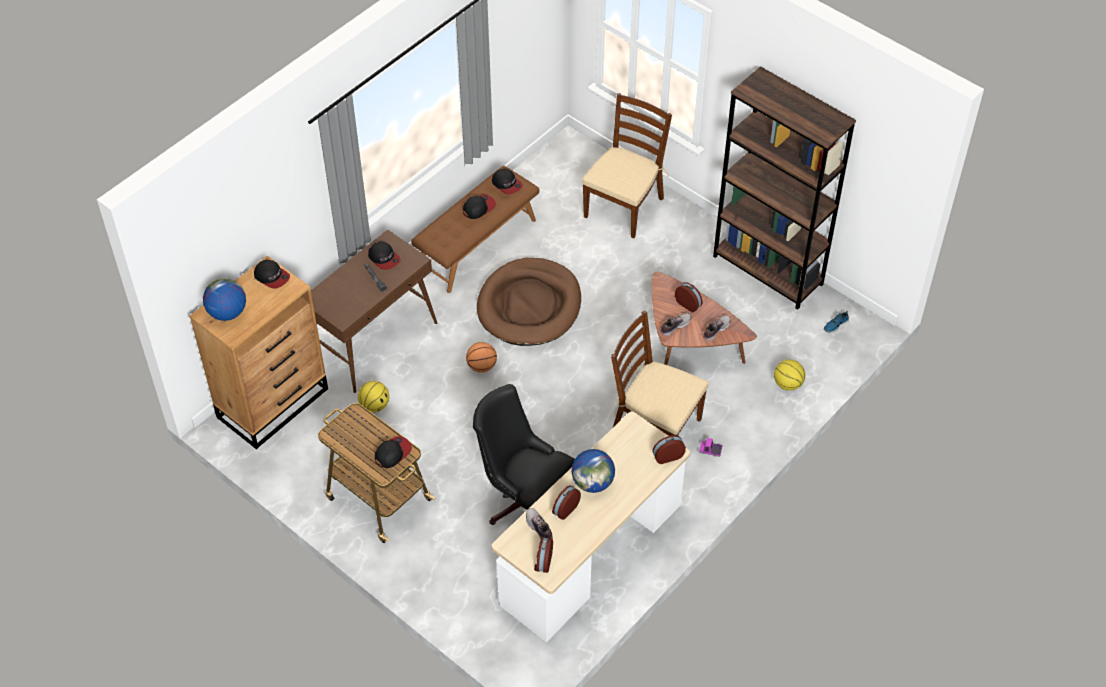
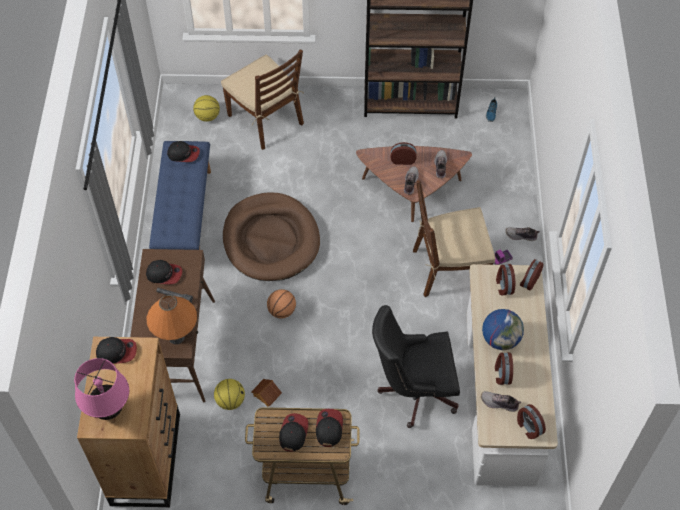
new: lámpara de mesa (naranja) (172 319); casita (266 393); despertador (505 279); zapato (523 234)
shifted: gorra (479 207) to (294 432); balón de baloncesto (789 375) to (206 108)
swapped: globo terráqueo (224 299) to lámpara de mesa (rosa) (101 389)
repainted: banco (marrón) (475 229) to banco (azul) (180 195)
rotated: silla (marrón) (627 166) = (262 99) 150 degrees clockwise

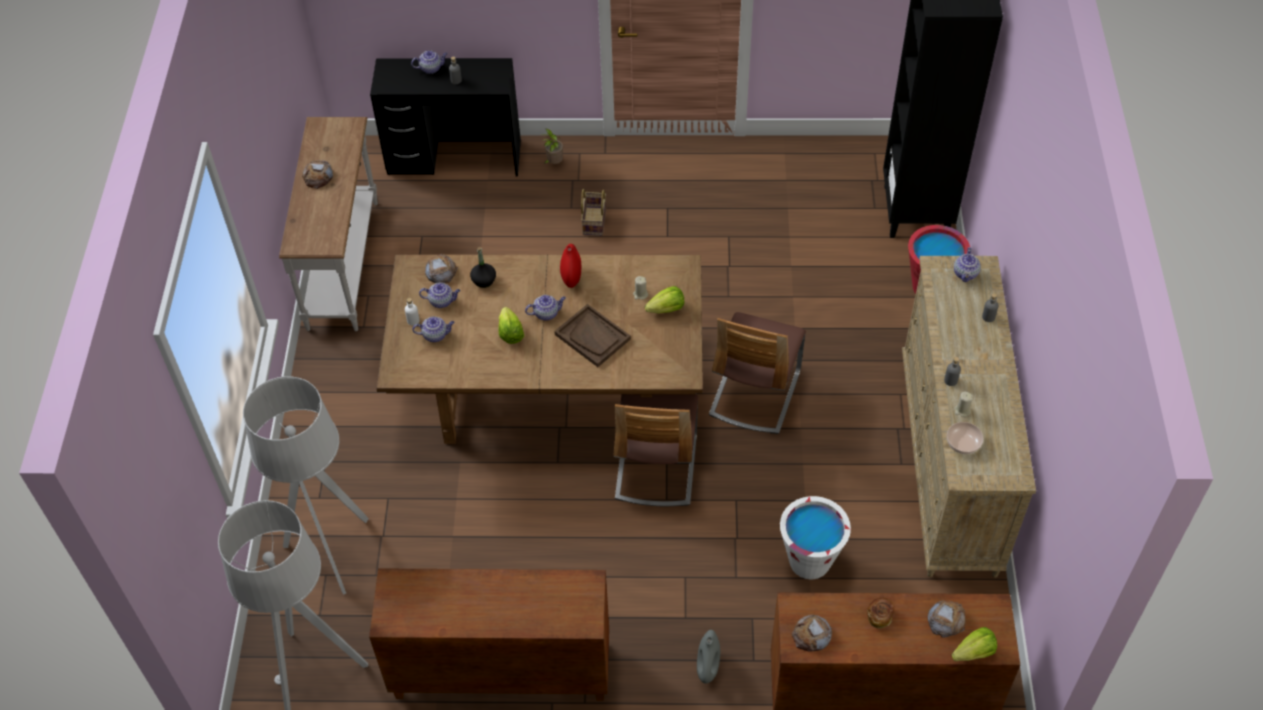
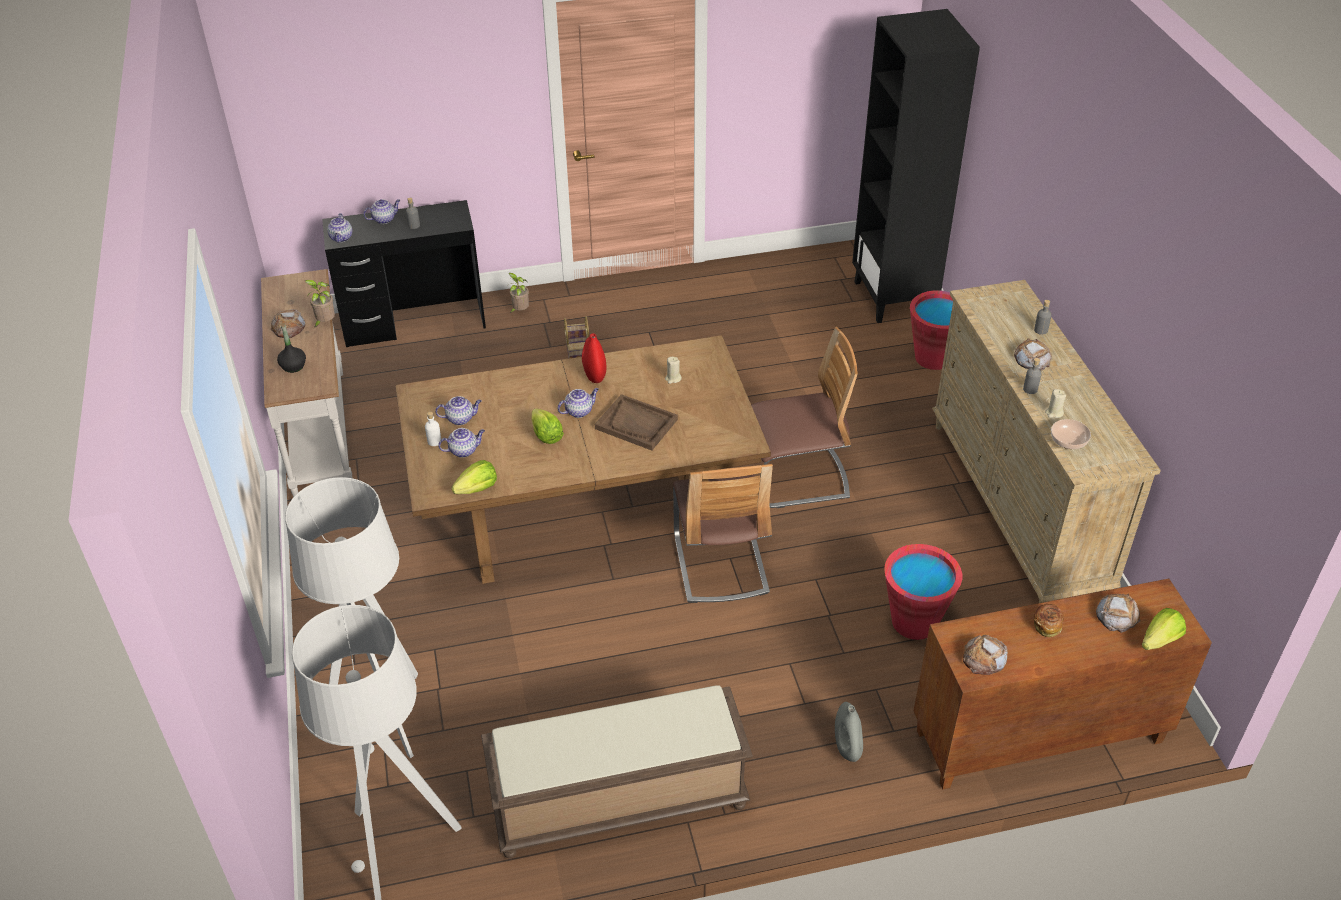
new: planta en maceta (320 304)
shifted: pan (441 268) to (1033 354); botella (negro) (483 267) to (291 348); lechuga (664 299) to (474 477); tetera (967 264) to (339 228)
swapped: armario (marrón) (489 634) to banco (marrón) (617 771)
repainted: cubo (blanco) (815 537) to cubo (rojo) (923 592)
rotated: silla (757 373) = (804 417) 105 degrees counterclockwise

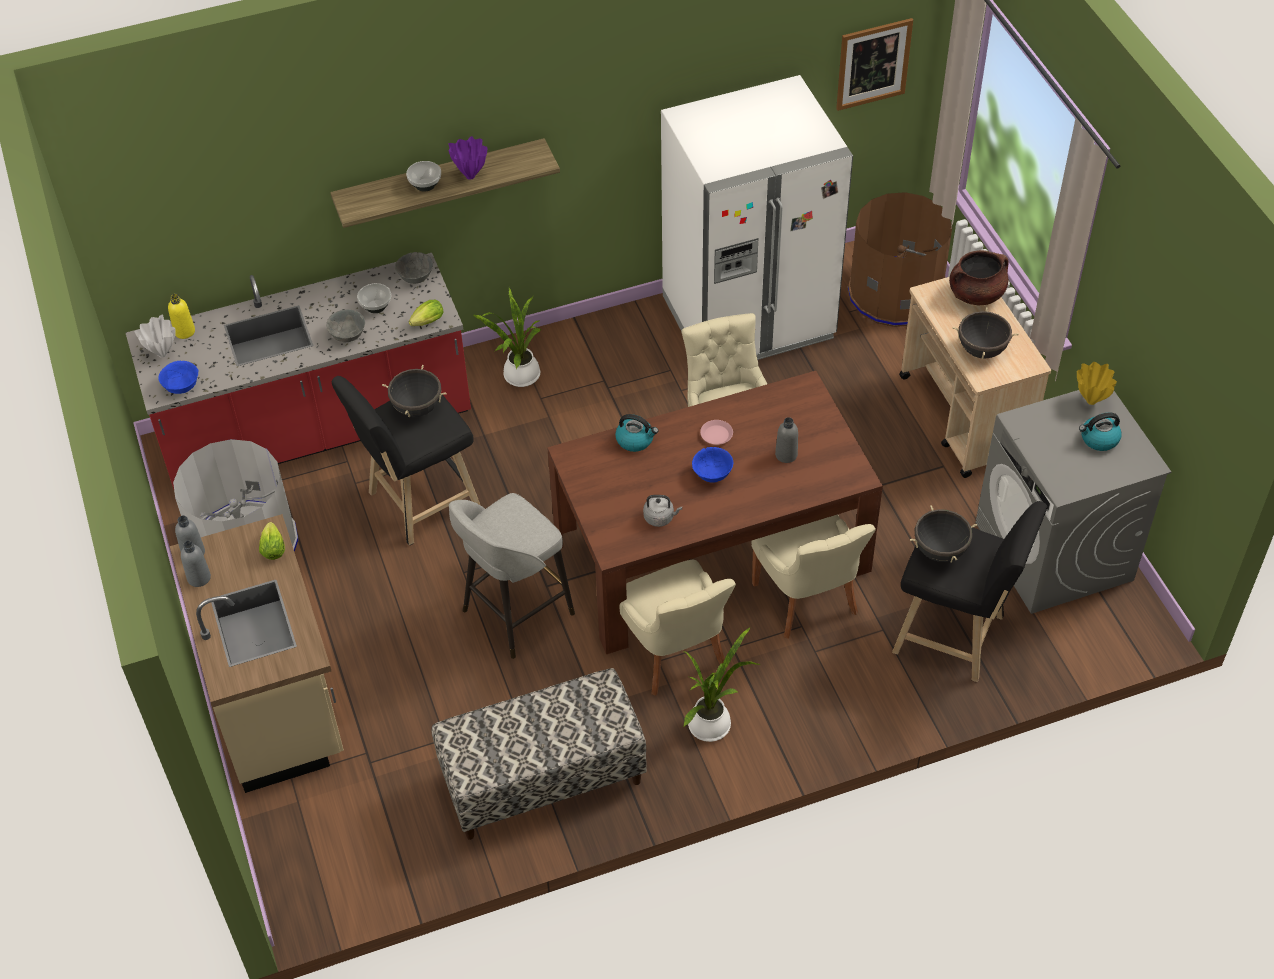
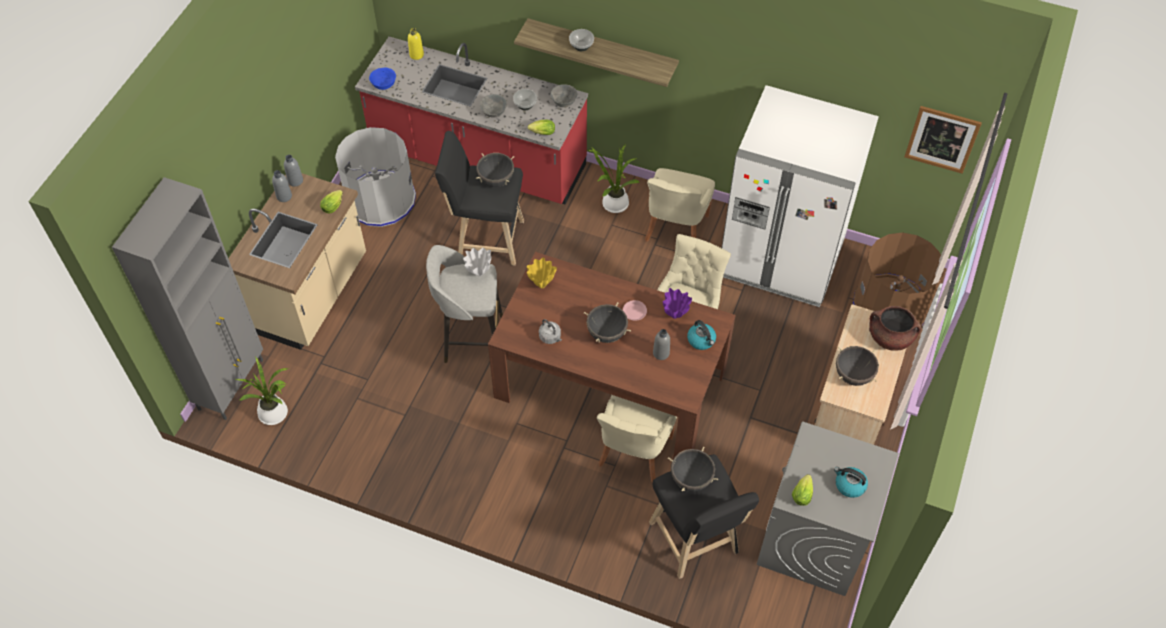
gone: banco (539 754)
new: armario (gris) (187 298); lechuga (802 490)
shifted: florero (blanco) (155 336) to (477 262); florero (morado) (467 158) to (677 303); hervidor (636 433) to (701 335); silla (beis) (677 628) to (680 205); planta en maceta (722 685) to (262 390); florero (amarillo) (1097 383) to (542 272)
swapped: cuenco (azul) (712 465) to olla (negro) (607 322)

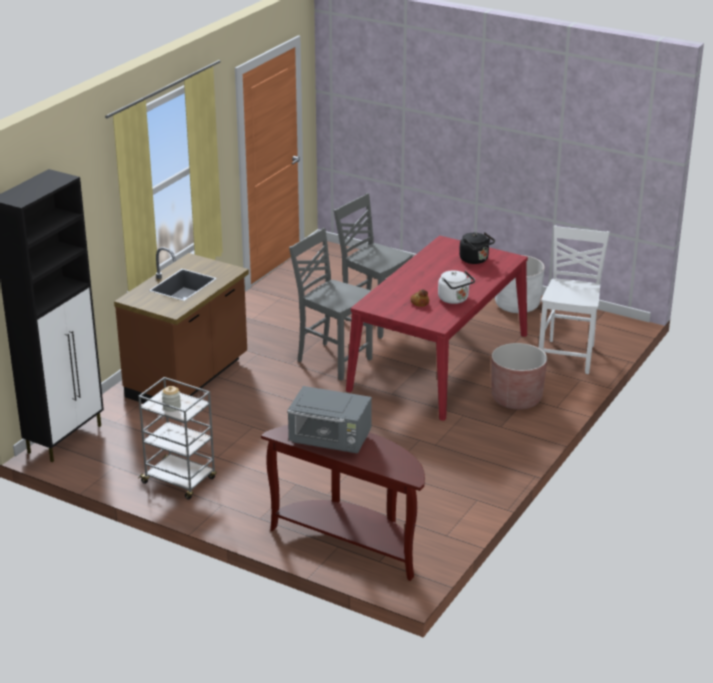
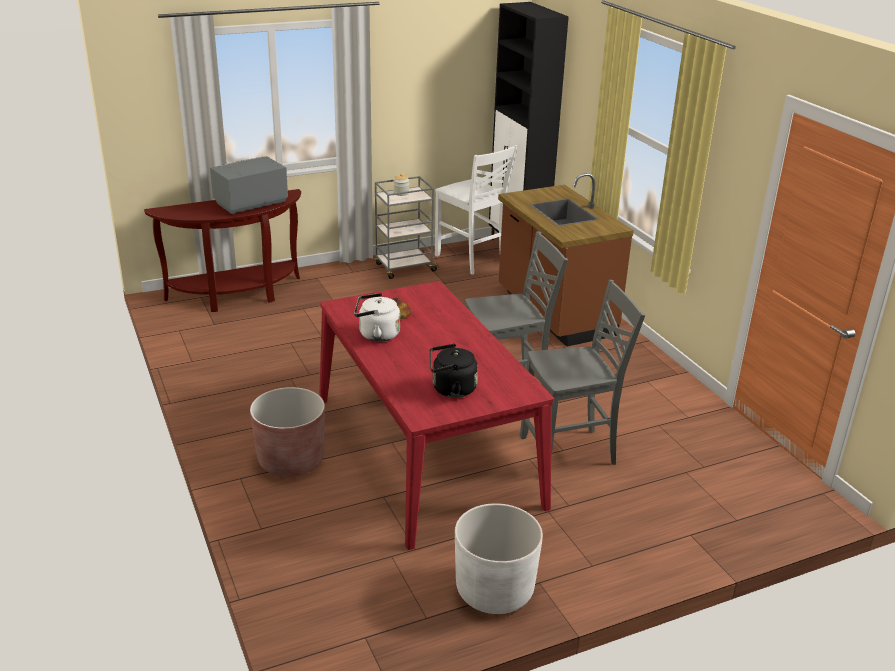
shifted: silla (blanco) (574 299) to (476 210)

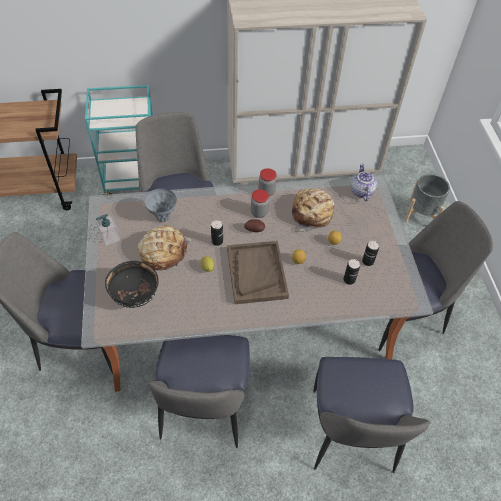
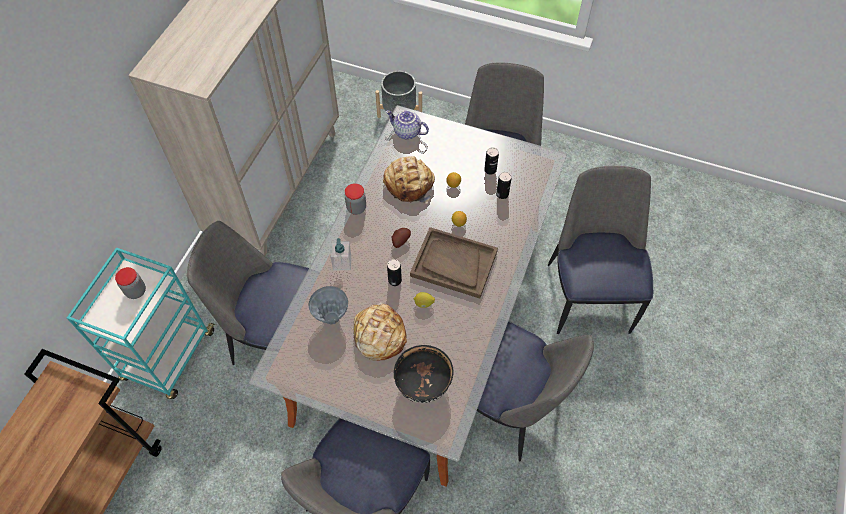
shifted: dispensador de jabón (108 230) to (340 254); tarro (260 203) to (130 283)
rotated: silla (372 415) = (600 250) 120 degrees counterclockwise

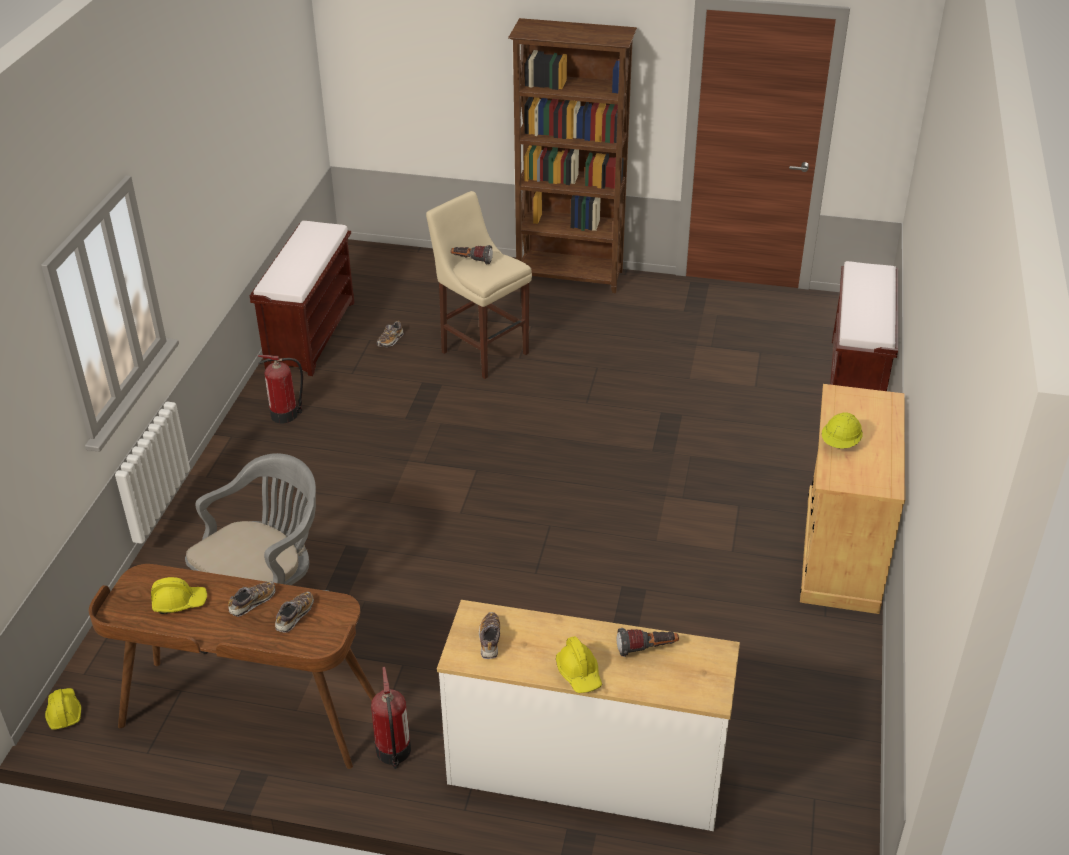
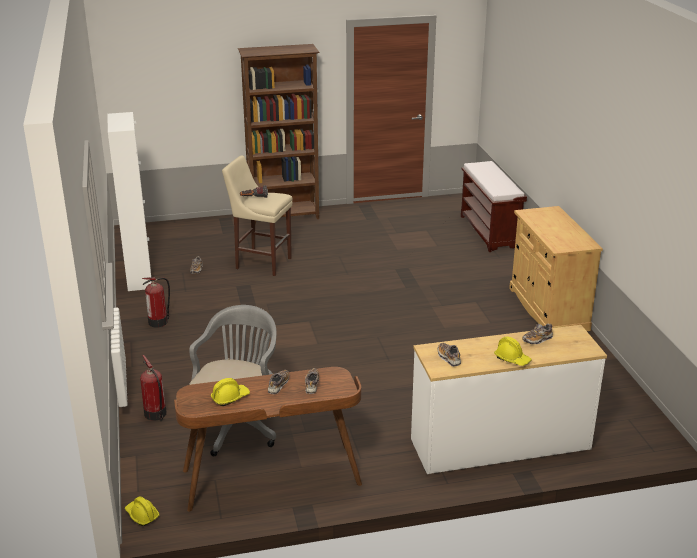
gone: casco (amarillo) (842 430)
shifted: extintor (391 718) to (153 388)
swapped: banco (marrón) (302 298) to armario (blanco) (129 201); linterna (648 642) to zapato (537 333)

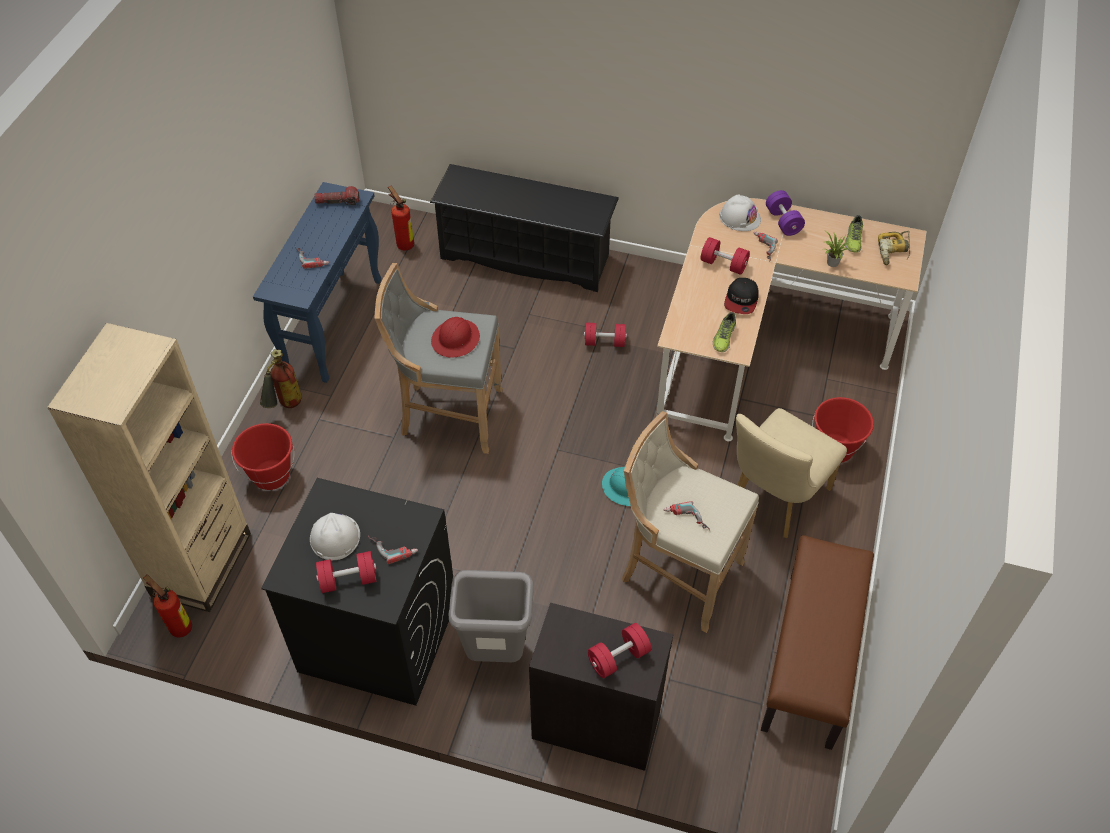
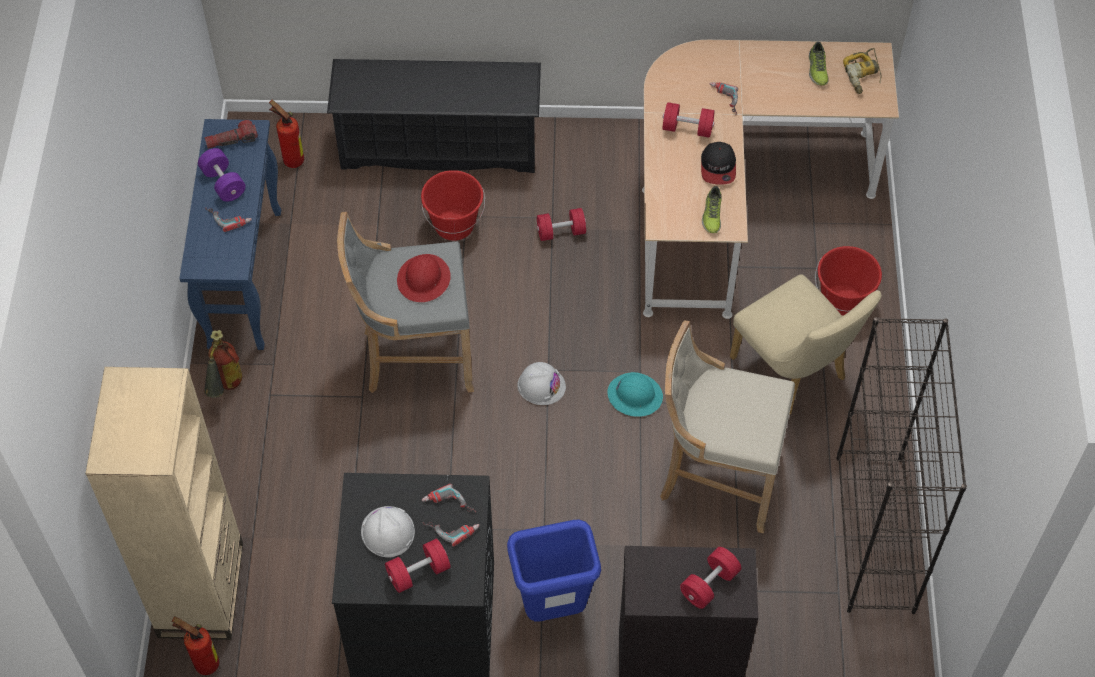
gone: planta en maceta (838 249)
shifted: cubo (rojo) (262 456) to (453 205); taladro (687 516) to (449 498); casco (blanco) (740 212) to (541 383); mancuerna (morado) (785 213) to (221 175)
swapped: banco (marrón) (817 642) to estantería (negro) (901 465)
repainted: papelera (gris) (491 616) to papelera (azul) (554 570)
rotated: silla (beis) (791 473) = (806 344) 60 degrees counterclockwise

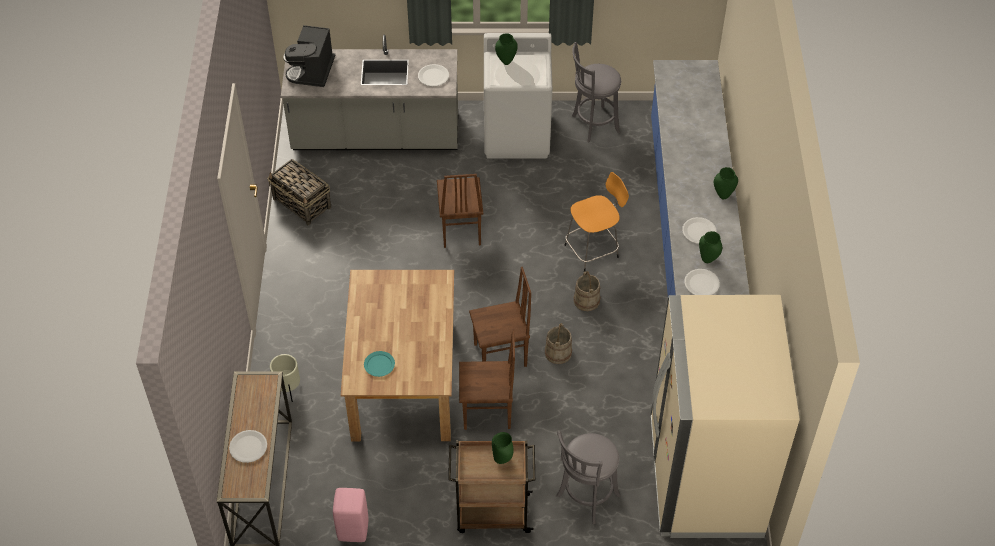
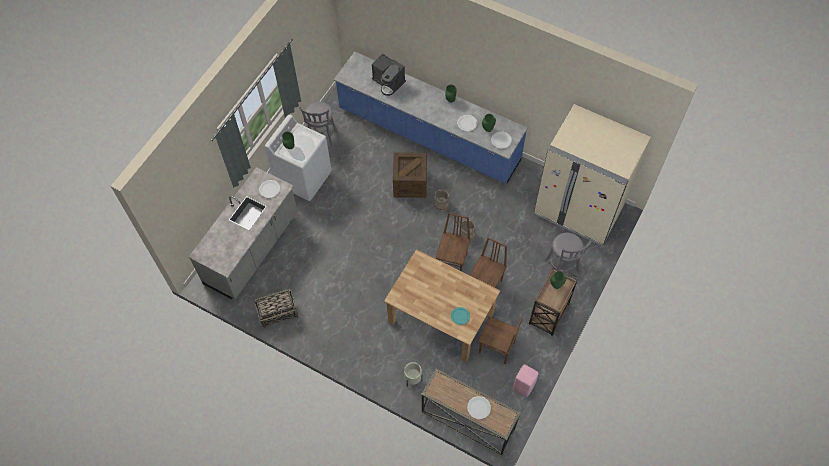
shifted: cafetera (309 56) to (389 75); silla (marrón) (460 211) to (500 340)
swapped: taburete (naranja) (597 221) to caja de embalaje (410 175)

